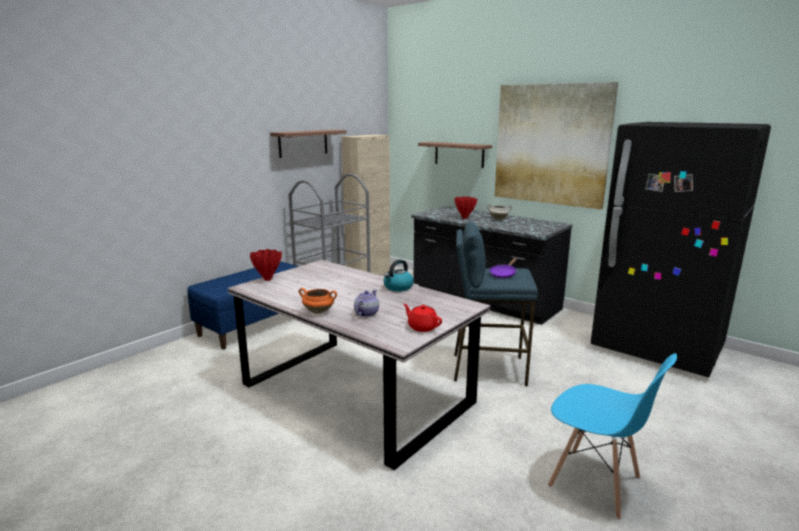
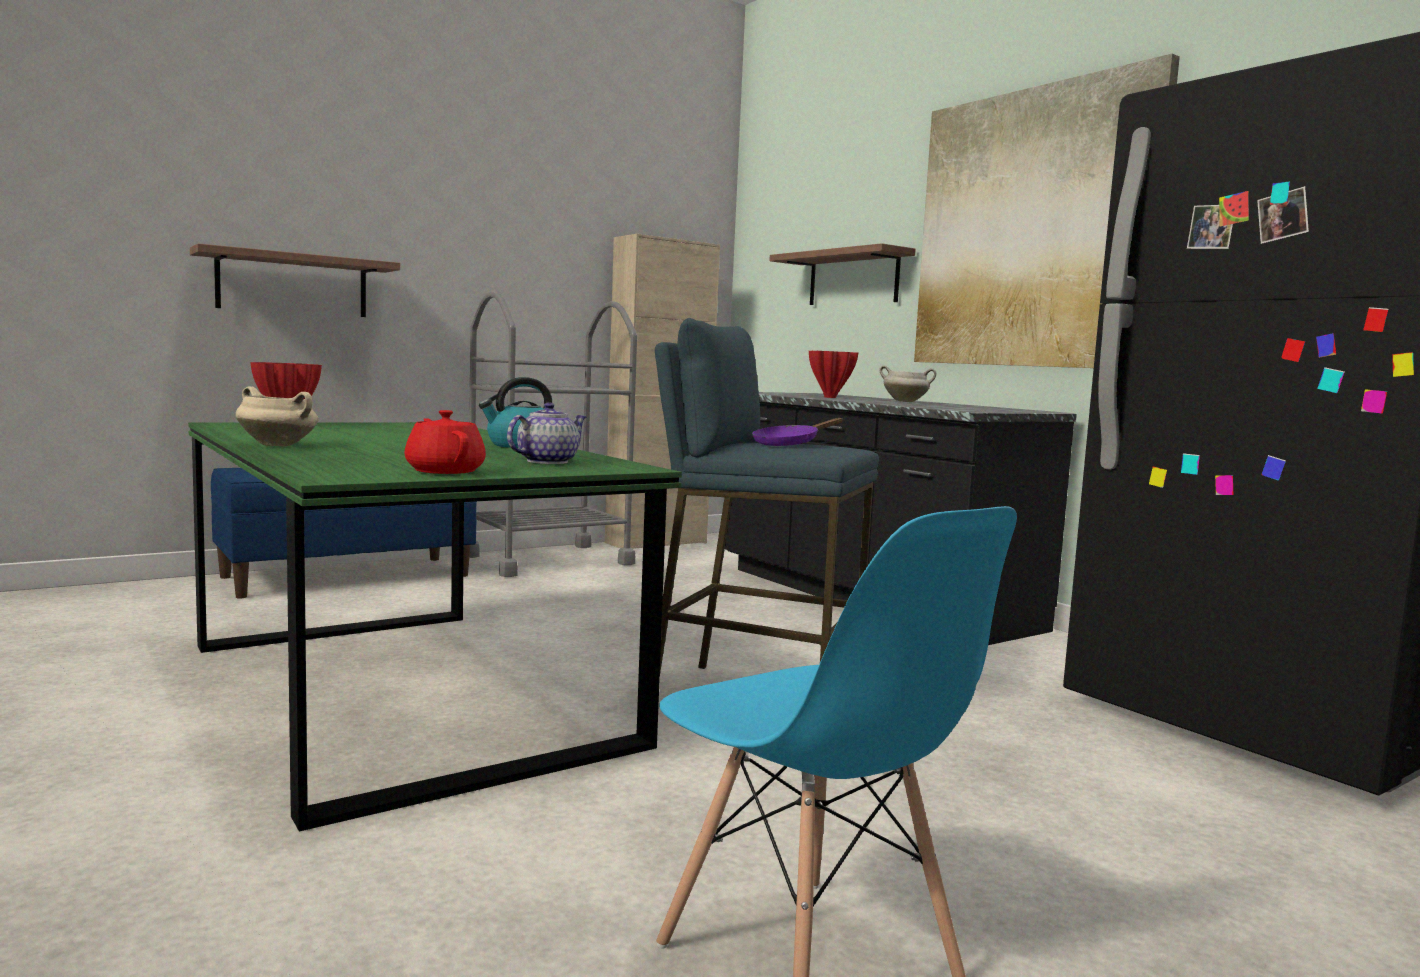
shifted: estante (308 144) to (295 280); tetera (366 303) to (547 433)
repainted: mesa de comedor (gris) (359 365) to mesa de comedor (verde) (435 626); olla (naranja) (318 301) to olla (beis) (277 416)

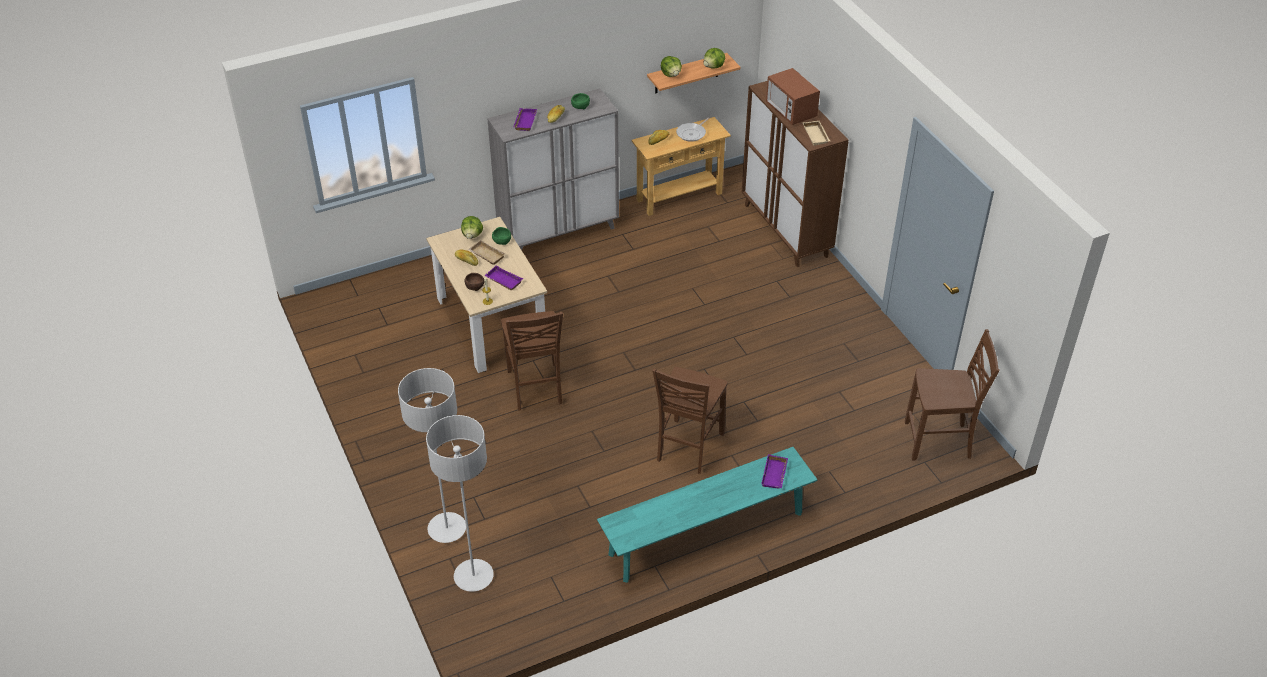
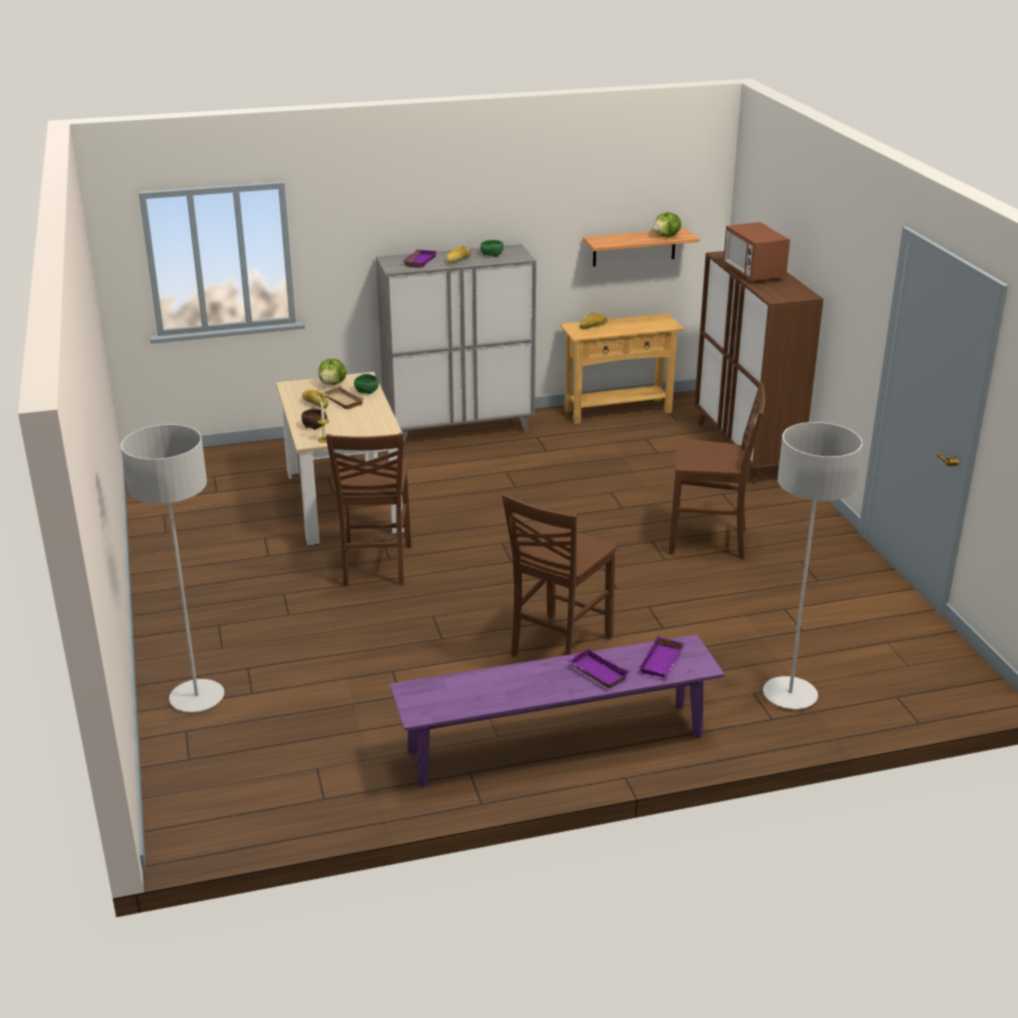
gone: lechuga (671 66); sartén (692 129); bandeja (beis) (816 133)
shifted: lámpara de pie (gris) (460 503) to (813 565); bandeja (morado) (503 277) to (598 668); silla (marrón) (952 395) to (717 471)
repainted: banco (turquesa) (707 515) to banco (morado) (557 711)

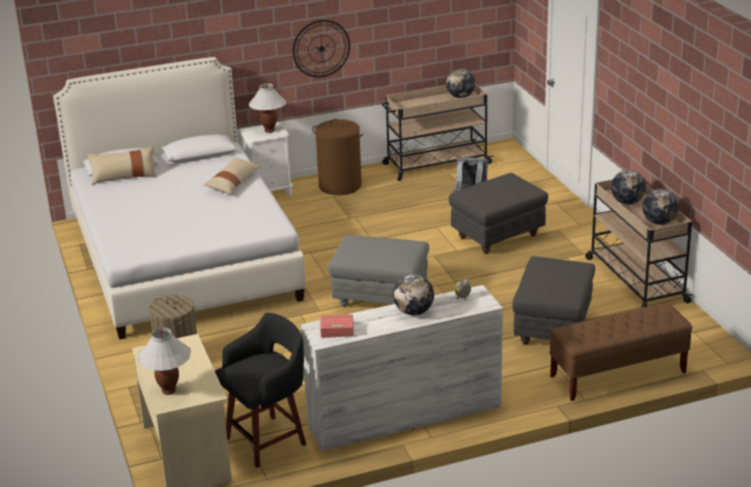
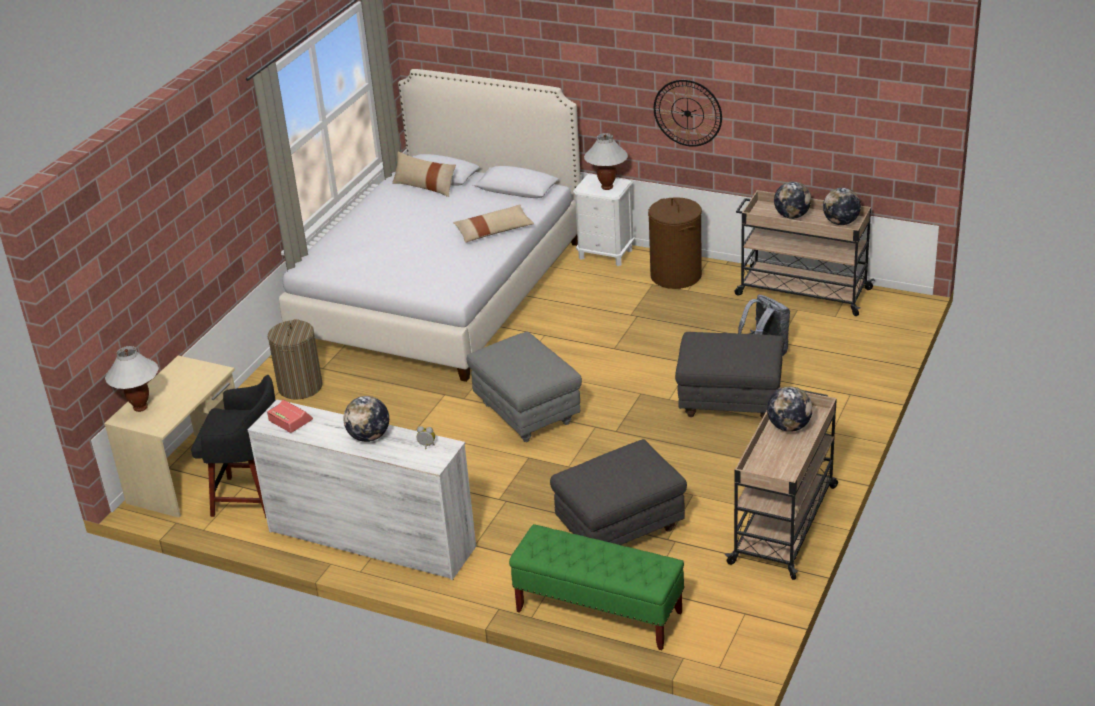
shifted: globo terráqueo (660 207) to (792 200)
repainted: banco (marrón) (621 351) to banco (verde) (597 587)

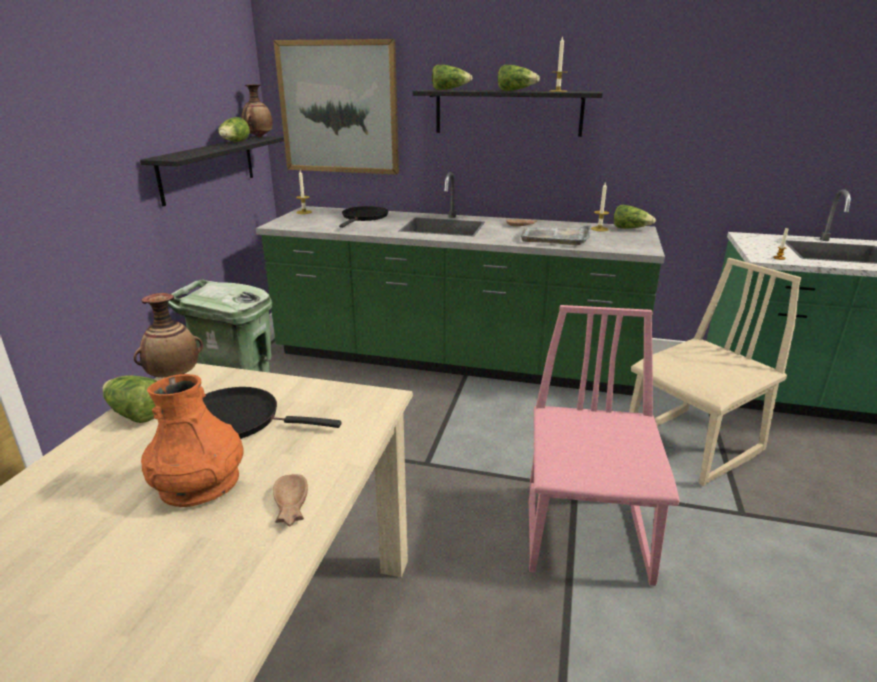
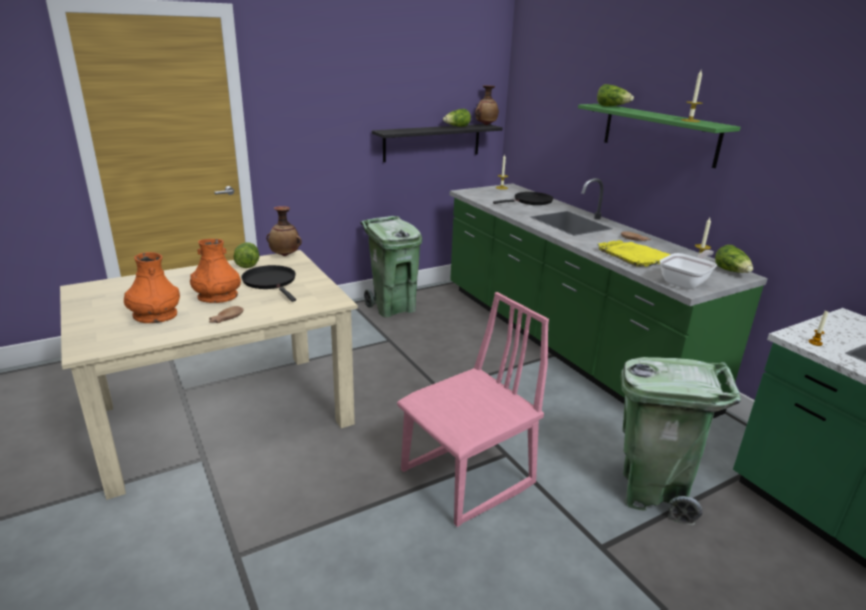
gone: cuadro (336 107); lechuga (519 78)
new: florero (naranja) (152 287); sartén (688 270)
swapped: silla (beis) (715 372) to papelera (verde) (680 441)
repainted: estante (negro) (508 113) to estante (verde) (659 136); bandeja (gris) (555 235) to bandeja (amarillo) (634 253)

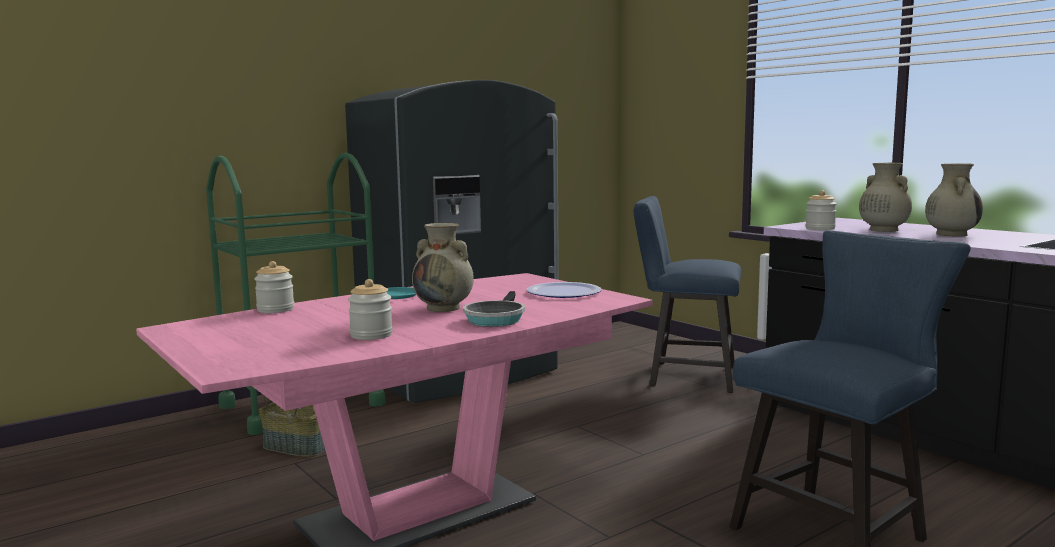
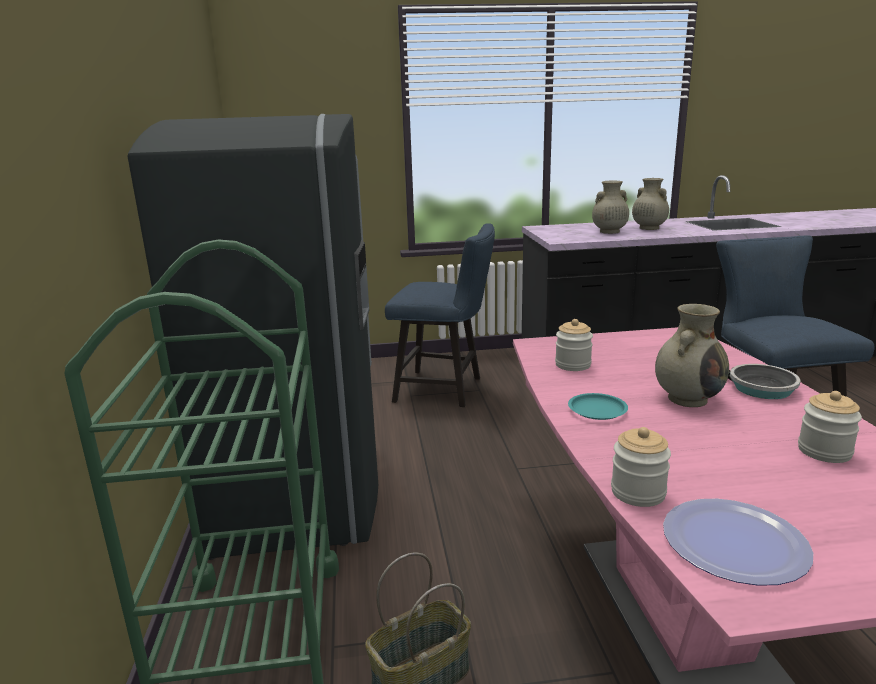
shifted: plato (564 290) to (738 542); tarro (821 210) to (574 345)
rotated: silla (azul) (687 294) = (440 315) 120 degrees counterclockwise

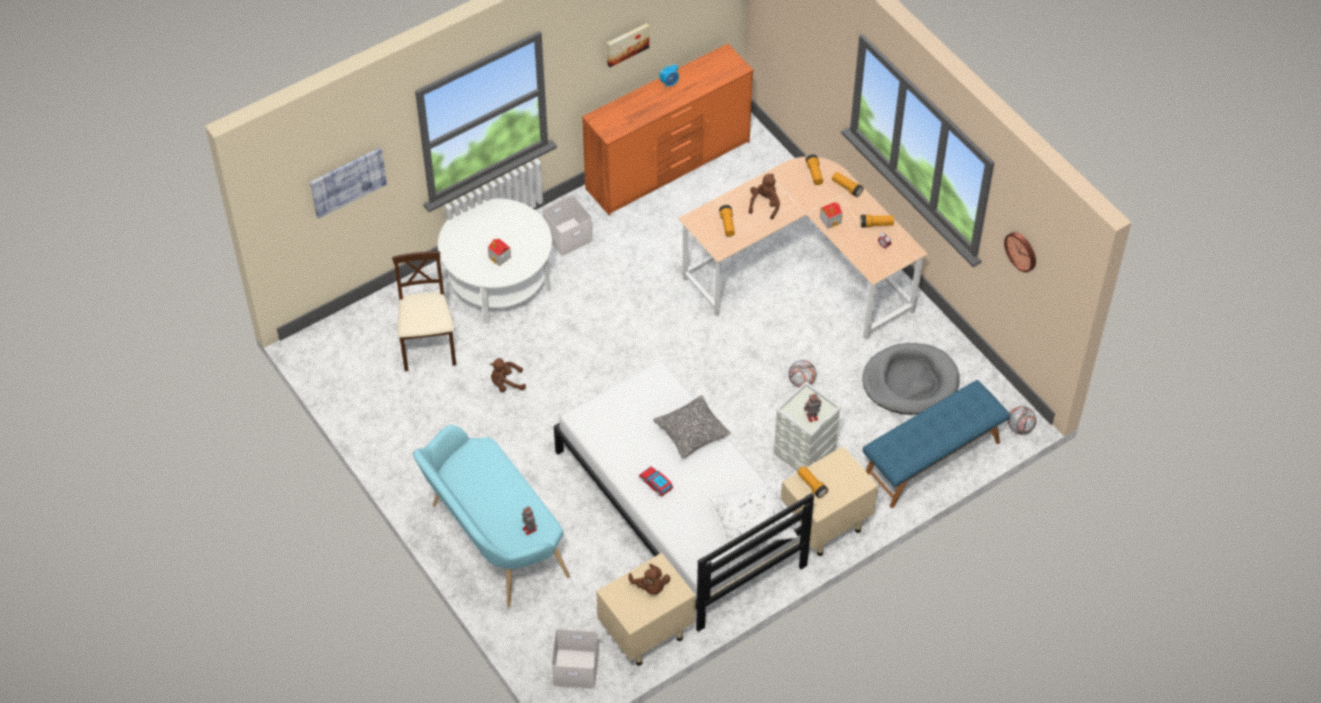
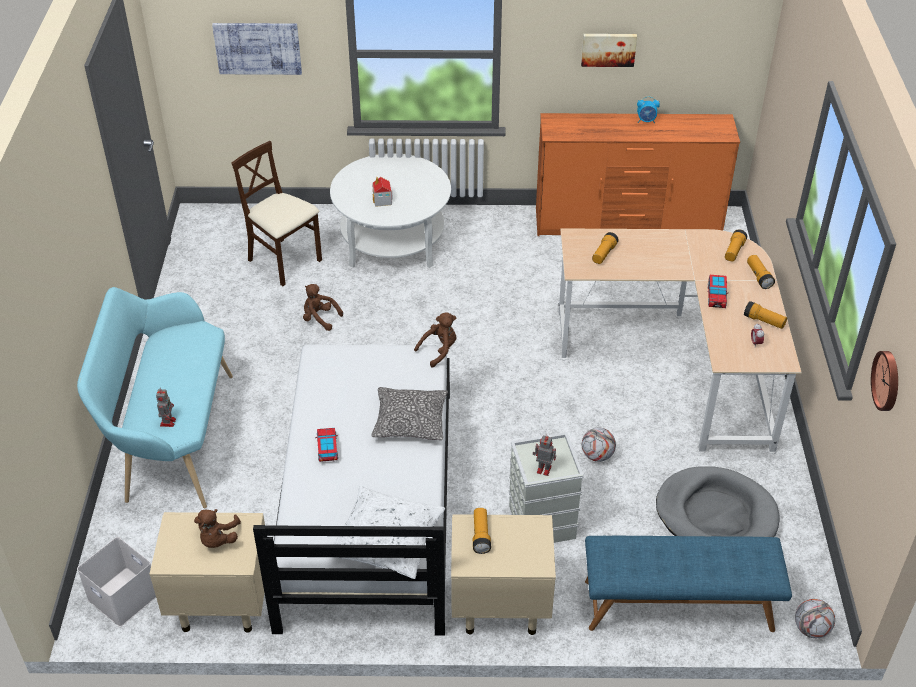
gone: caja de almacenaje (blanco) (567 225)
shifted: peluche (marrón) (764 197) to (435 340)
swapped: casita (831 215) to coche de juguete (718 291)
rotated: silla (beis) (424 311) = (276 213) 75 degrees counterclockwise

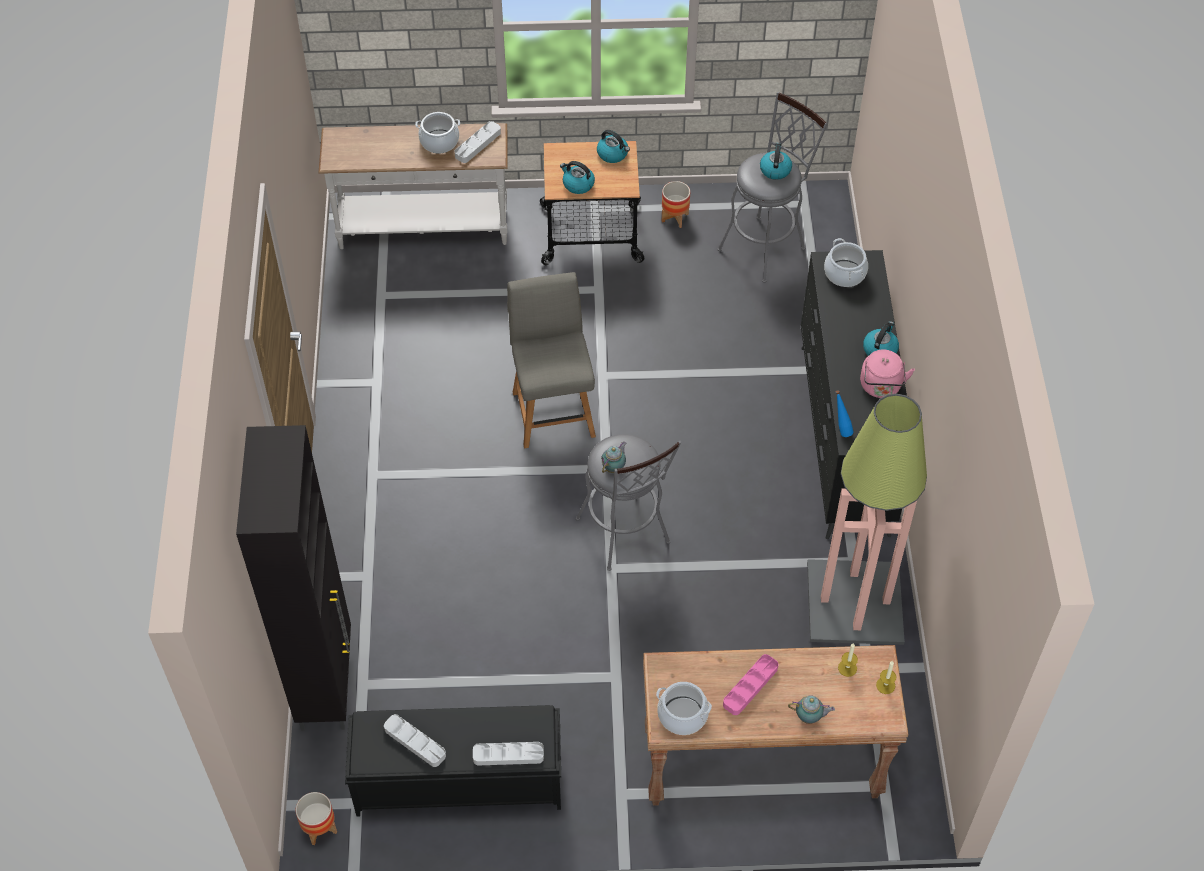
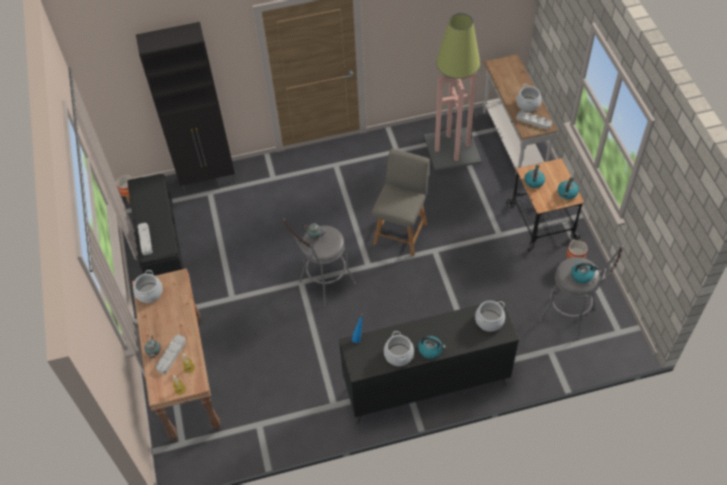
gone: bandeja (rosa) (750 684)
shifted: bandeja (gris) (415 740) to (171 354); lámpara de pie (867 519) to (453 92)
swapped: hervidor (rosa) (887 374) to olla (399 348)
rotated: silla (gris) (551 360) = (401 202) 45 degrees counterclockwise

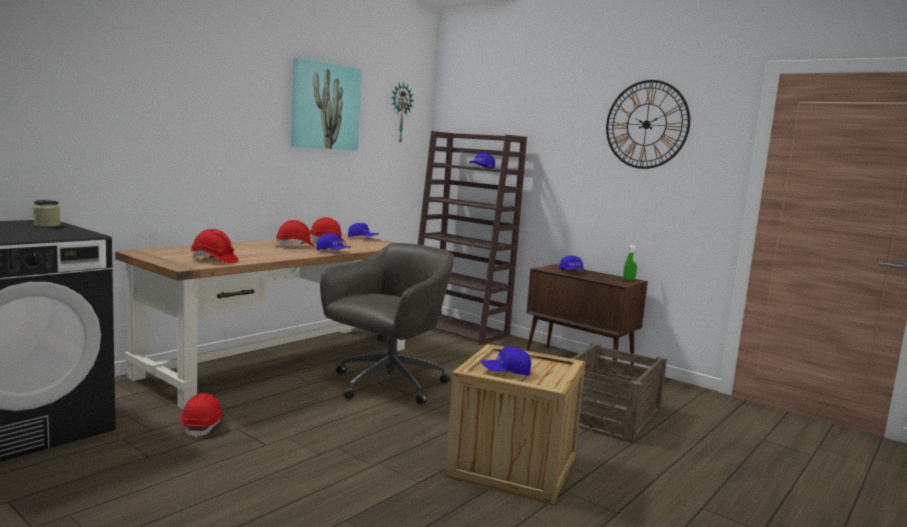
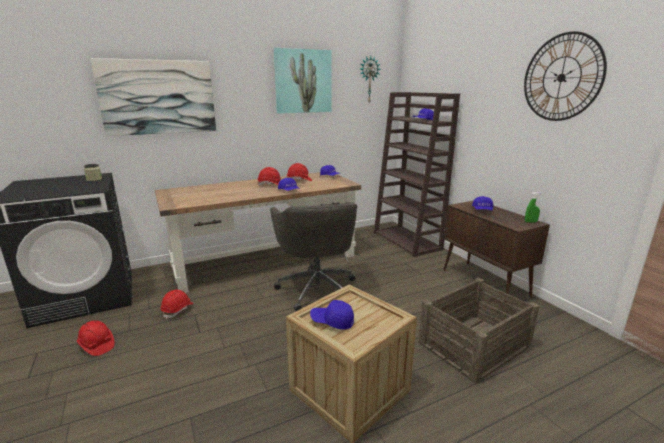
new: cuadro (153 97)
shifted: casco (rojo) (215 246) to (96 338)
rotated: silla de oficina (gris) (387 324) = (313 256) 105 degrees clockwise

